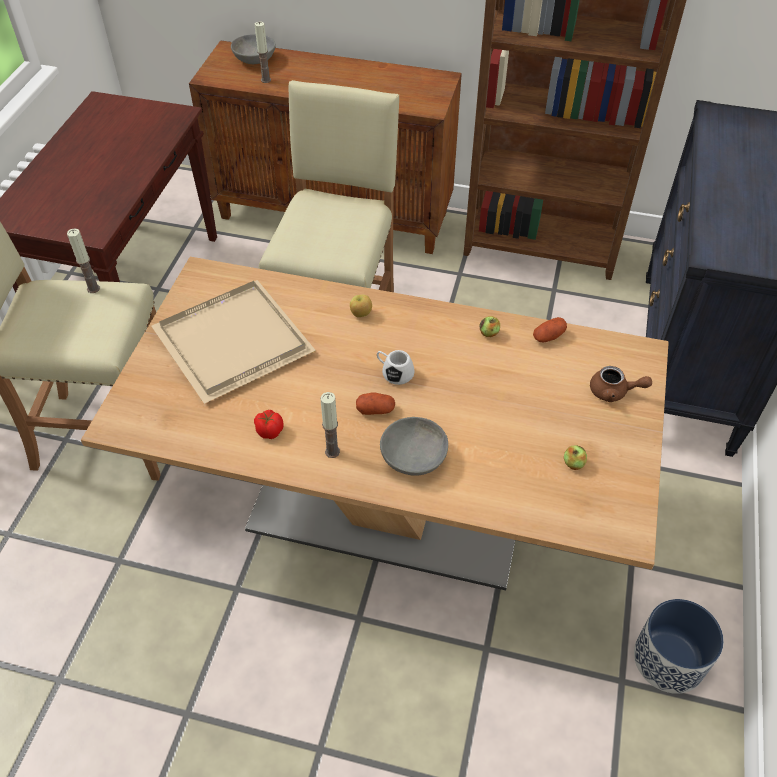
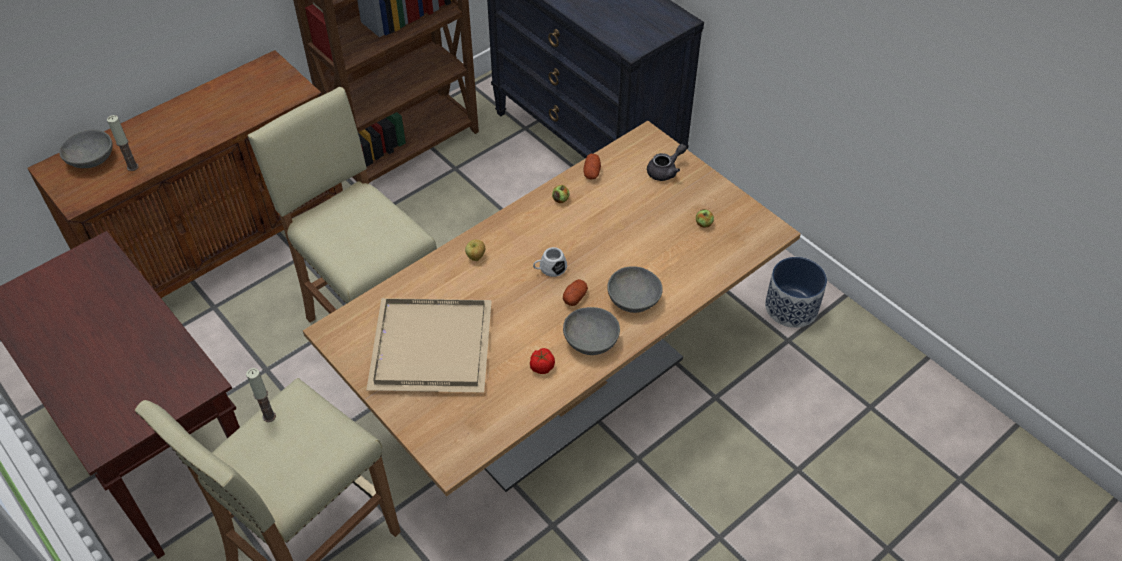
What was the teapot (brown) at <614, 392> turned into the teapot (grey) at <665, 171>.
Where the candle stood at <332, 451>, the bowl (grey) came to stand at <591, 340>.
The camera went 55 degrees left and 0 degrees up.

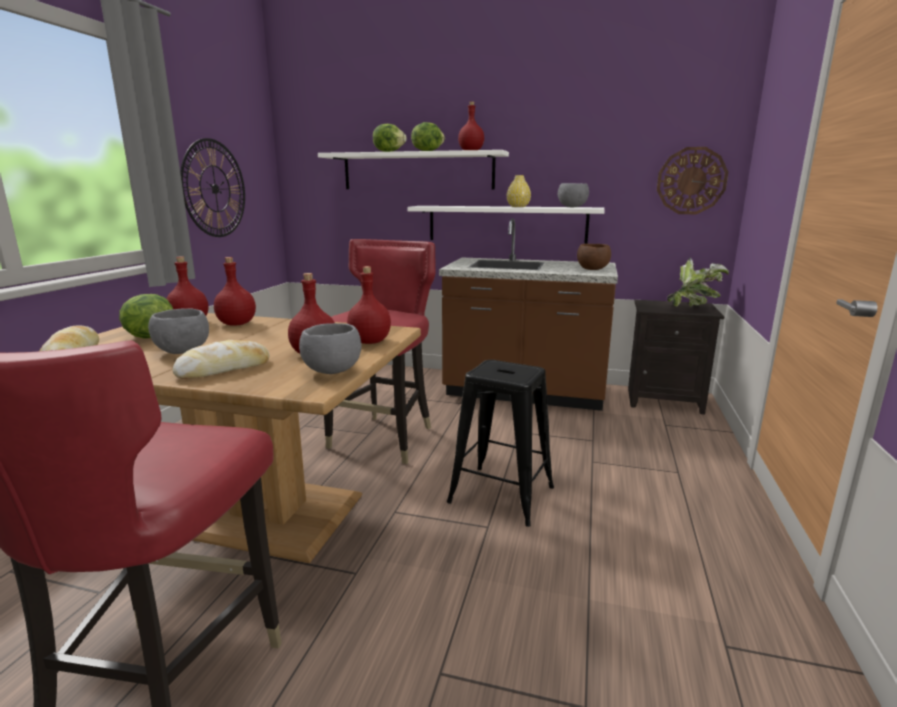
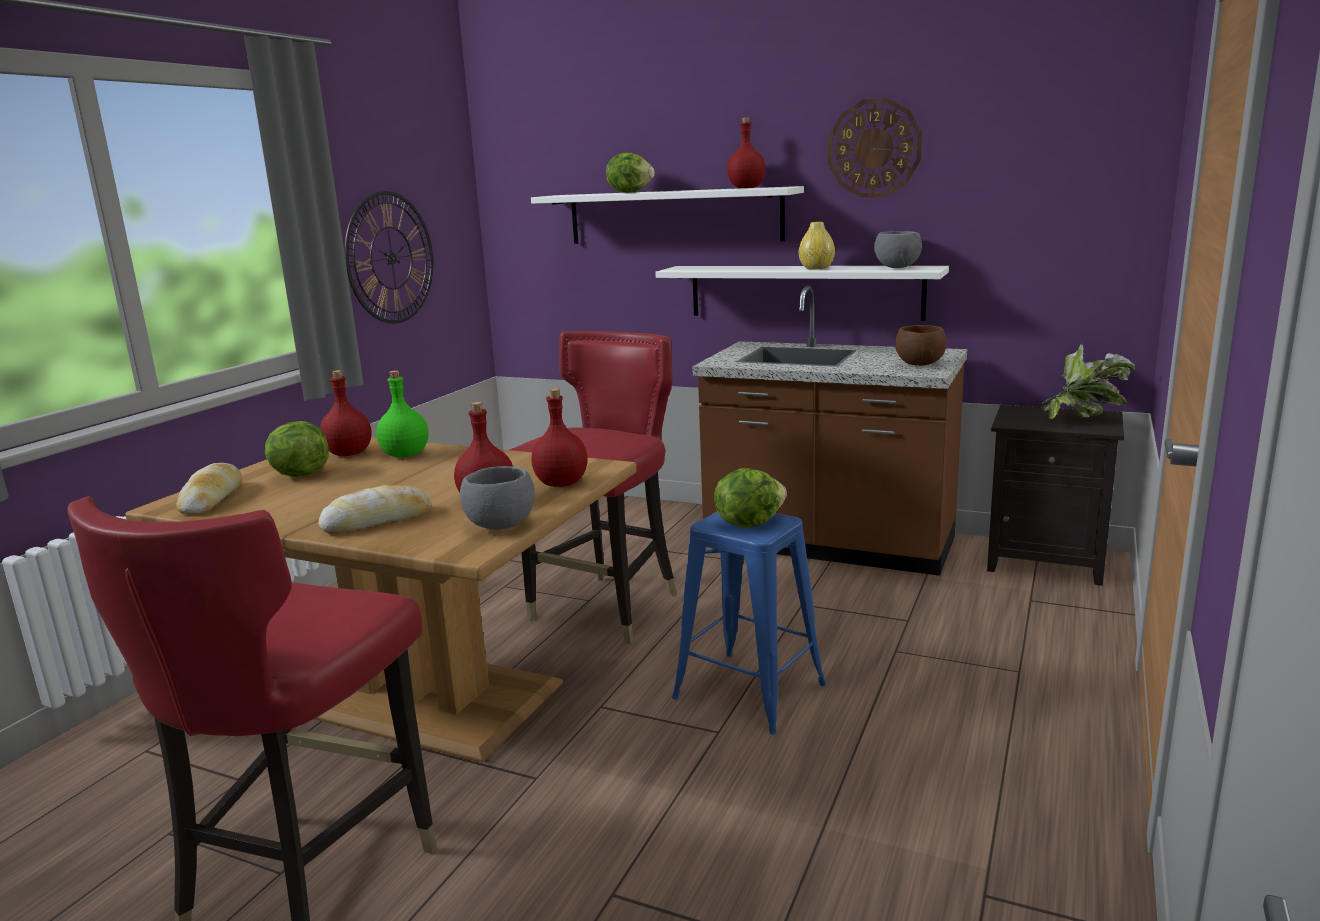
The lettuce ended up elsewhere, having gone from <427, 151> to <748, 523>.
The wall clock ended up elsewhere, having gone from <691, 181> to <874, 148>.
What was the bottle (red) at <236, 324> turned into the bottle (green) at <405, 455>.
The second view lost the bowl (grey) at <183, 351>.
What was the stool (black) at <500, 494> turned into the stool (blue) at <748, 691>.
The camera went 10 degrees right and 0 degrees up.

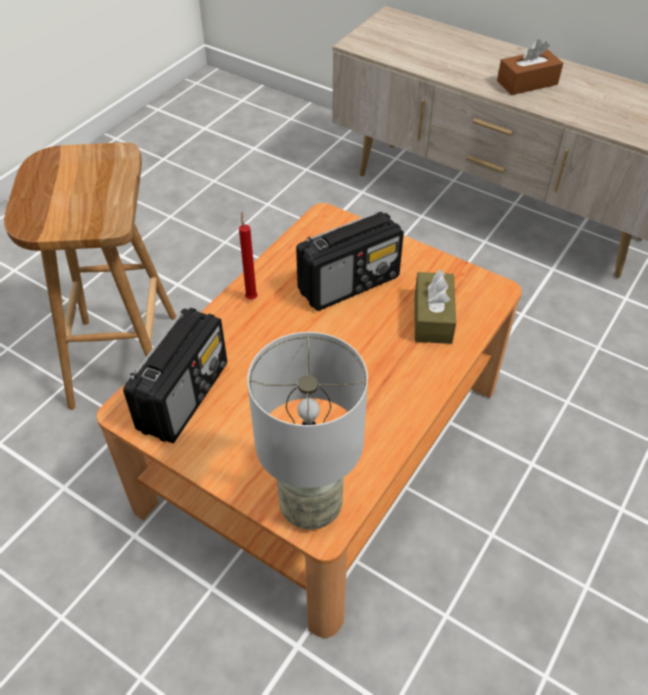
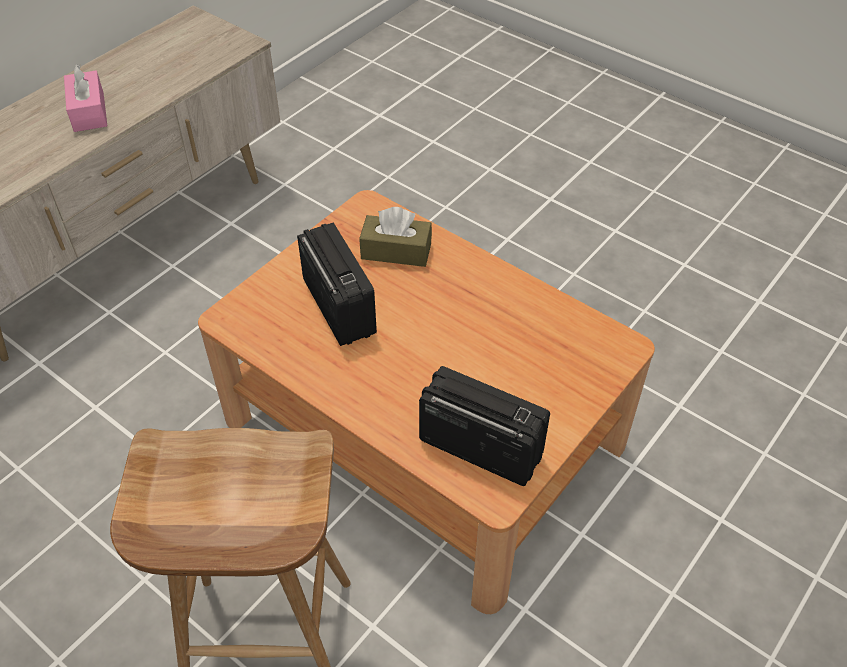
What was the tissue box (brown) at <527, 83> turned into the tissue box (pink) at <89, 112>.
The second view lost the candle (red) at <251, 297>.
The second view lost the table lamp (grey) at <310, 504>.
The camera went 85 degrees left and 0 degrees up.

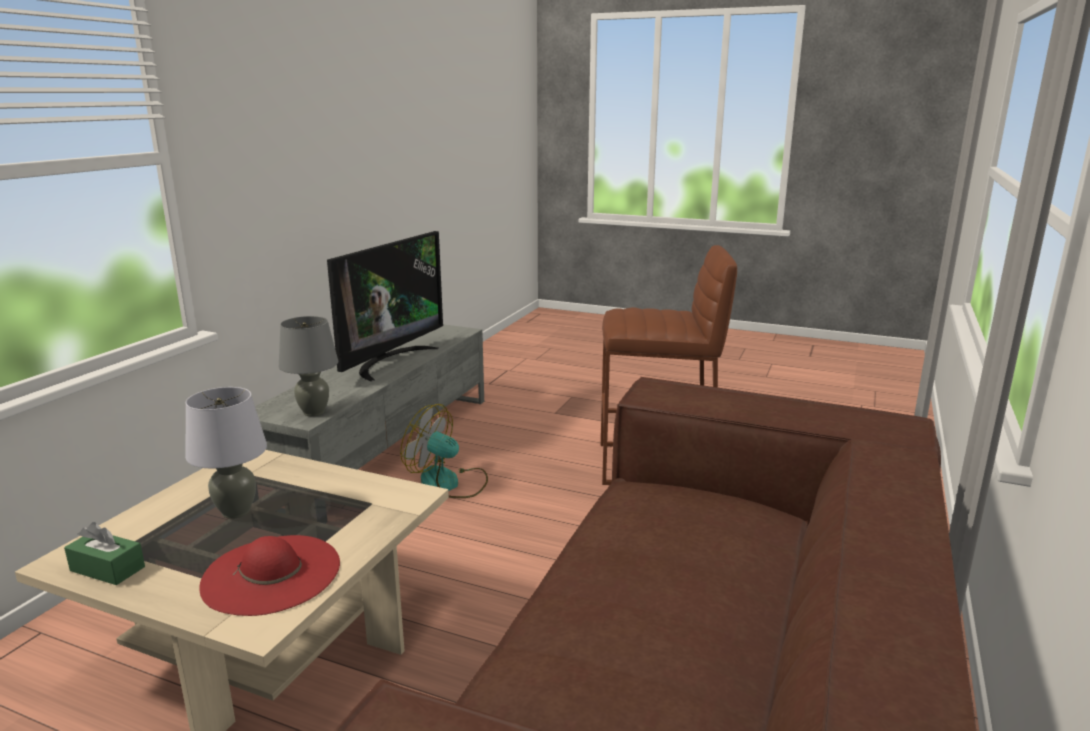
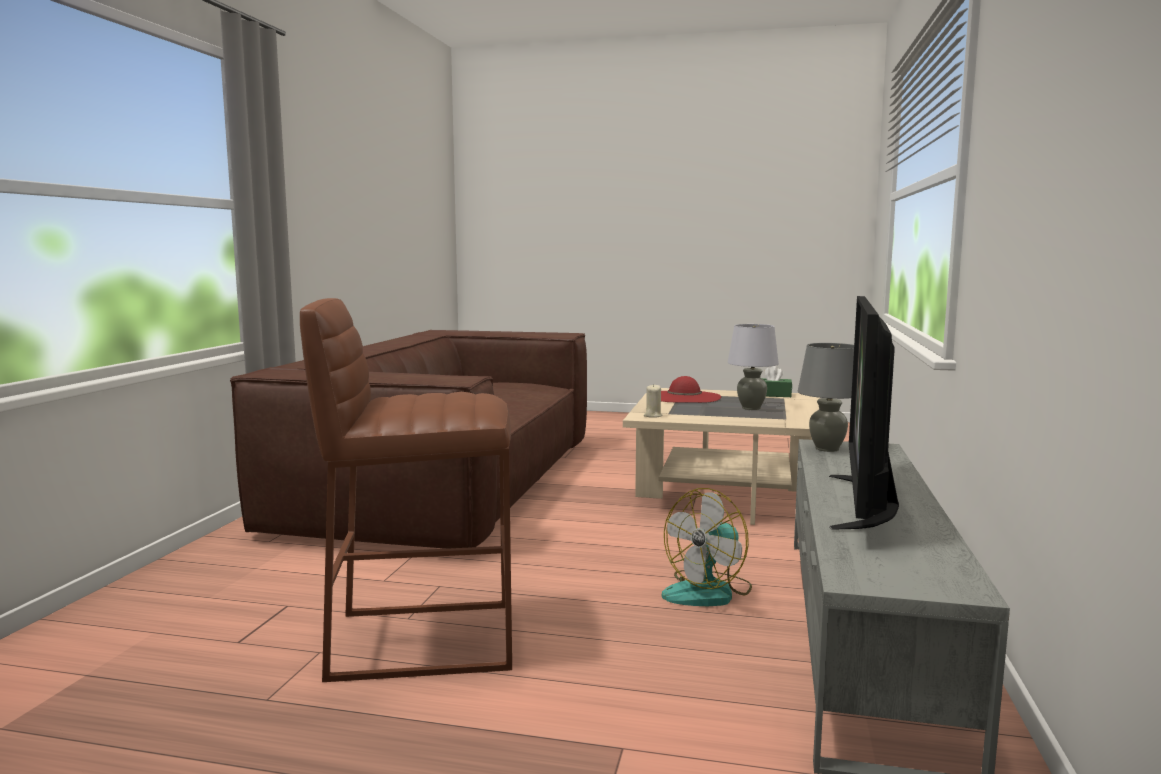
The fan at <448, 483> ended up facing another way, 120 degrees clockwise from before.
The second view gained the candle (beige) at <652, 416>.
The camera went 170 degrees right and 10 degrees down.

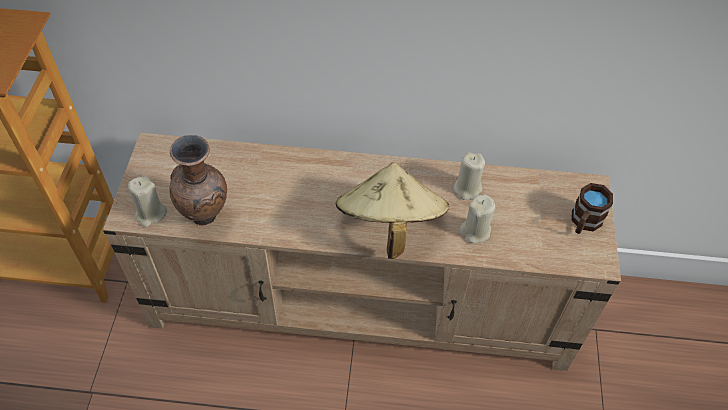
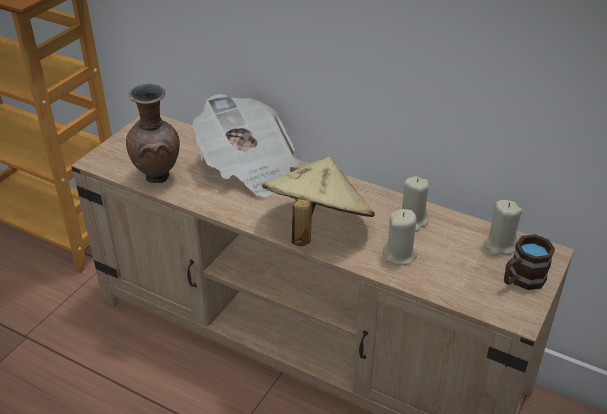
The candle (beige) ended up elsewhere, having gone from <150, 214> to <500, 245>.
The second view gained the newspaper at <248, 167>.
The camera went 25 degrees right and 15 degrees down.

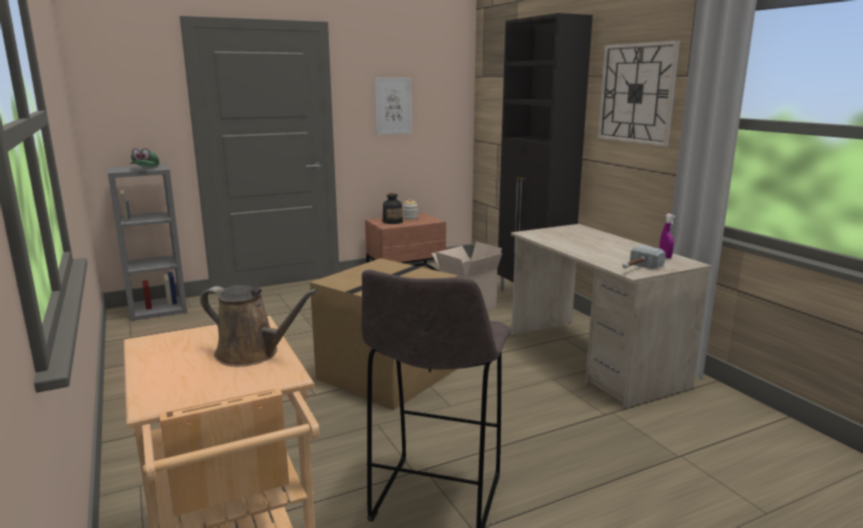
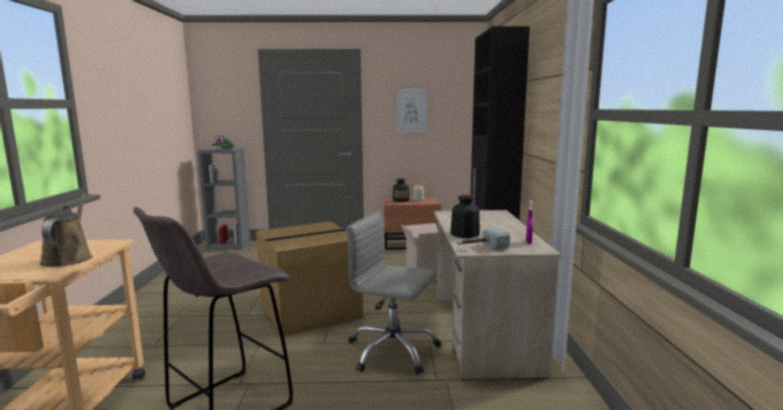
The second view lost the wall clock at <636, 93>.
The watering can (brown) at <252, 354> ended up facing another way, 150 degrees counterclockwise from before.
The second view gained the bottle at <464, 234>.
The second view gained the office chair (grey) at <392, 351>.
The camera went 25 degrees right and 5 degrees down.

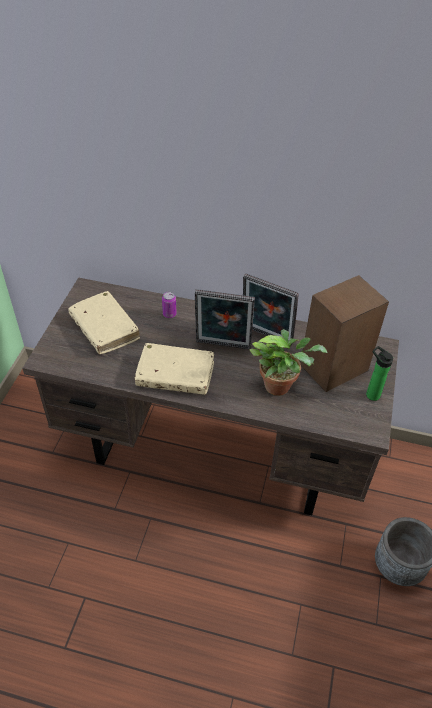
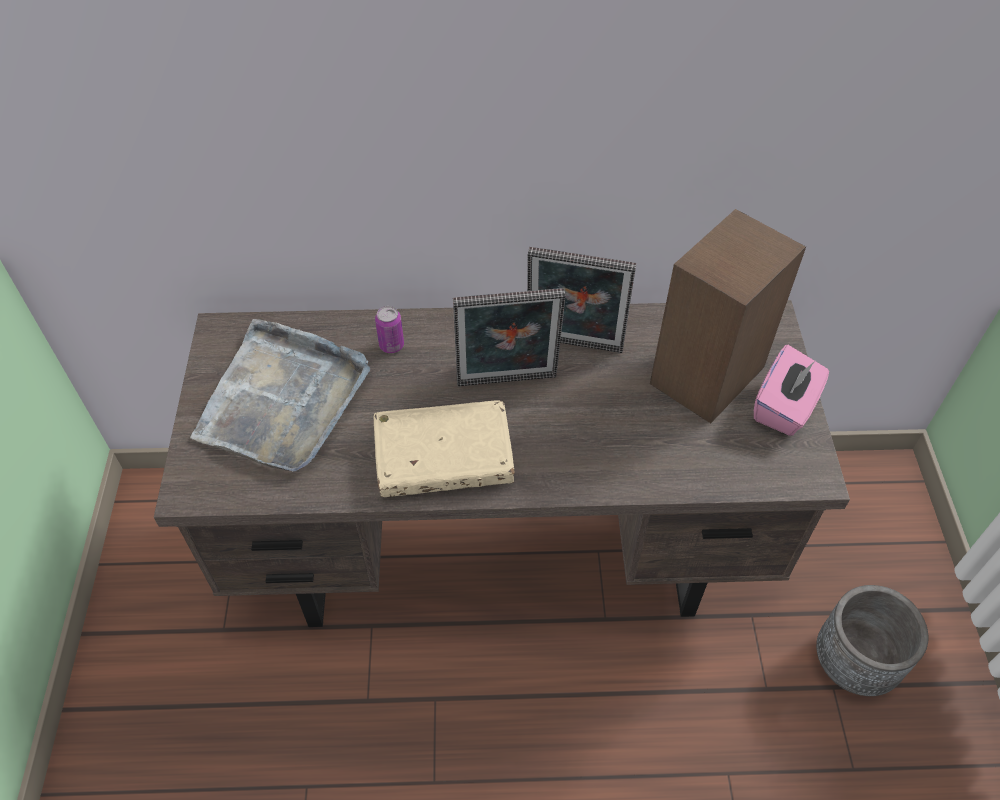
Where the book (beige) stood at <104, 328>, the tray (grey) came to stand at <283, 400>.
The second view lost the potted plant at <281, 385>.
Where the bottle stood at <371, 394>, the tissue box (pink) came to stand at <784, 407>.
The camera went 15 degrees left and 5 degrees up.

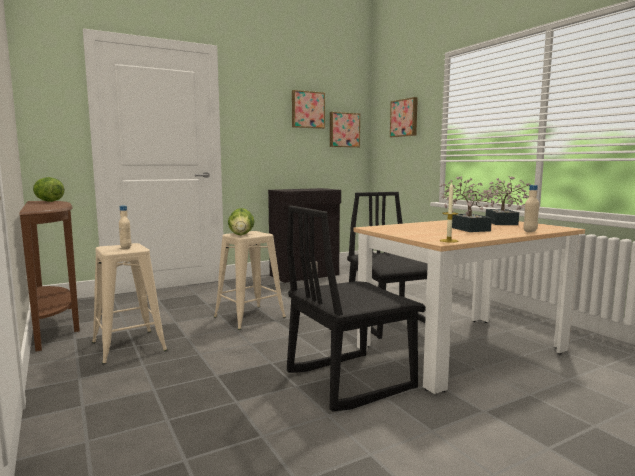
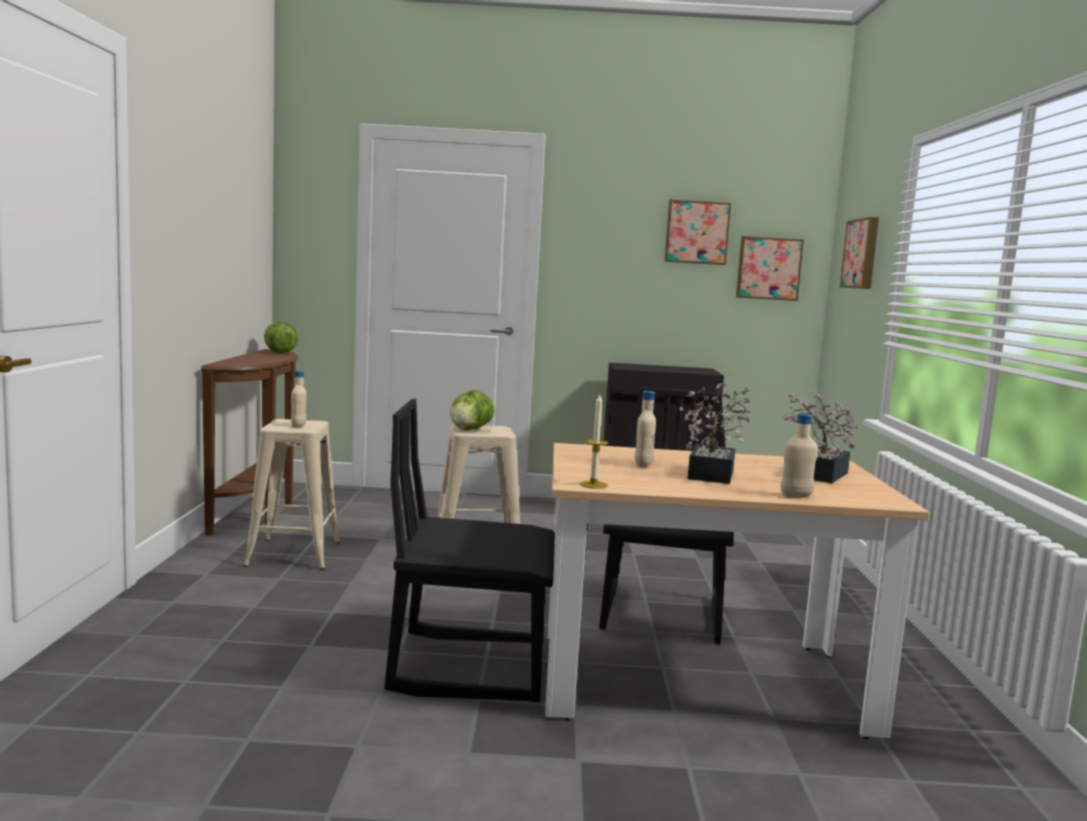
The second view gained the bottle (beige) at <643, 464>.
The camera went 30 degrees right and 0 degrees up.

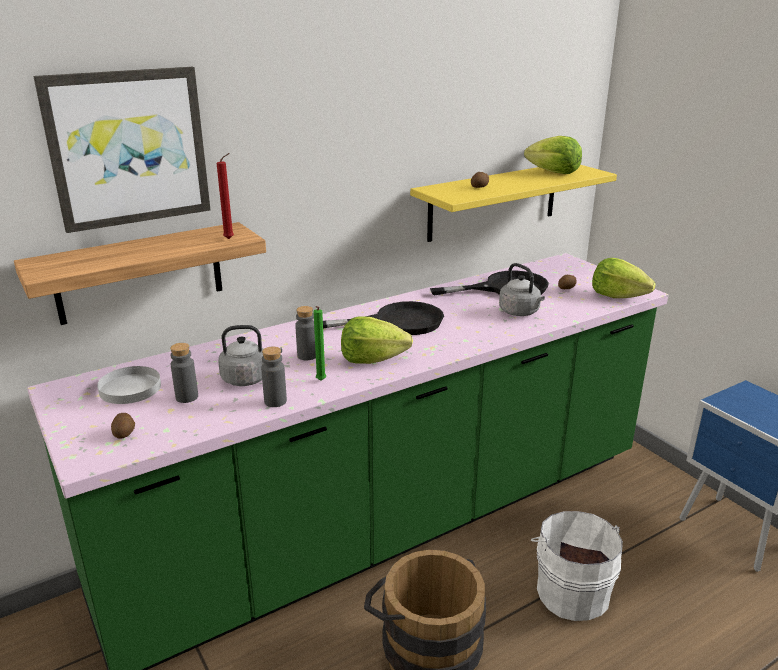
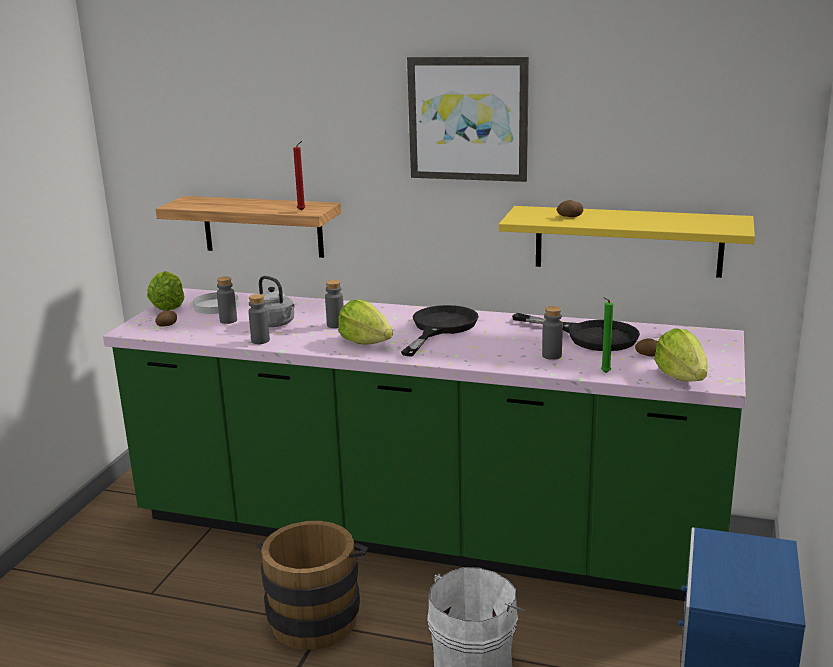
The picture ended up elsewhere, having gone from <128, 148> to <468, 118>.
The lettuce ended up elsewhere, having gone from <553, 172> to <168, 306>.
Where the kettle (grey) stood at <520, 312>, the bottle (grey) came to stand at <551, 356>.
The frying pan (black) at <396, 322> ended up facing another way, 105 degrees counterclockwise from before.
The candle (green) ended up elsewhere, having gone from <320, 381> to <604, 373>.
The camera went 50 degrees right and 5 degrees down.

